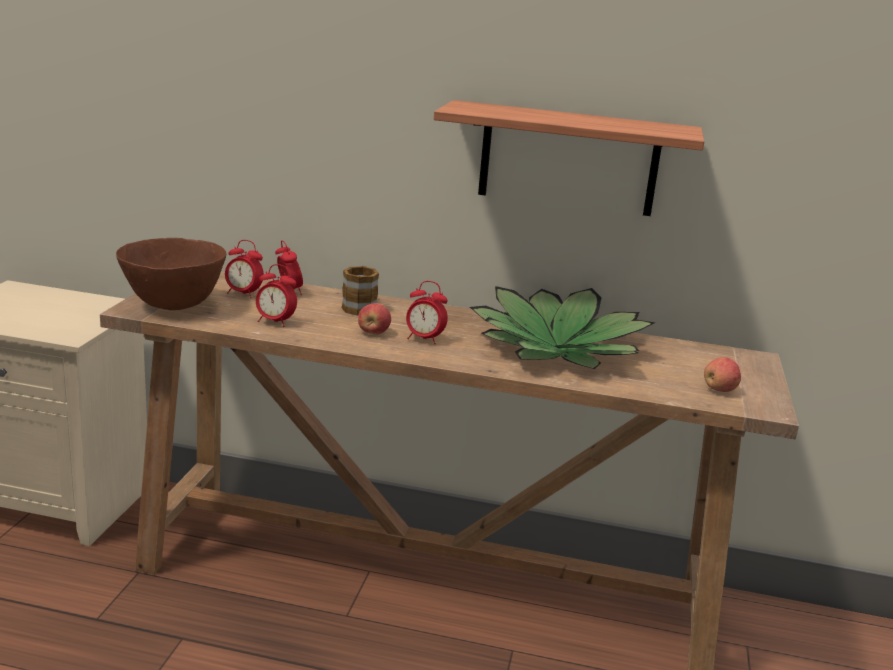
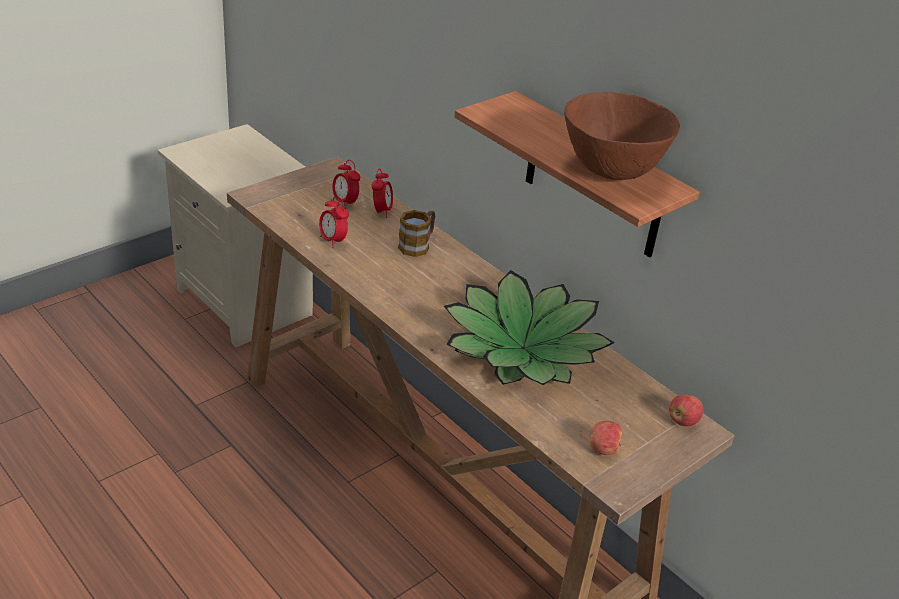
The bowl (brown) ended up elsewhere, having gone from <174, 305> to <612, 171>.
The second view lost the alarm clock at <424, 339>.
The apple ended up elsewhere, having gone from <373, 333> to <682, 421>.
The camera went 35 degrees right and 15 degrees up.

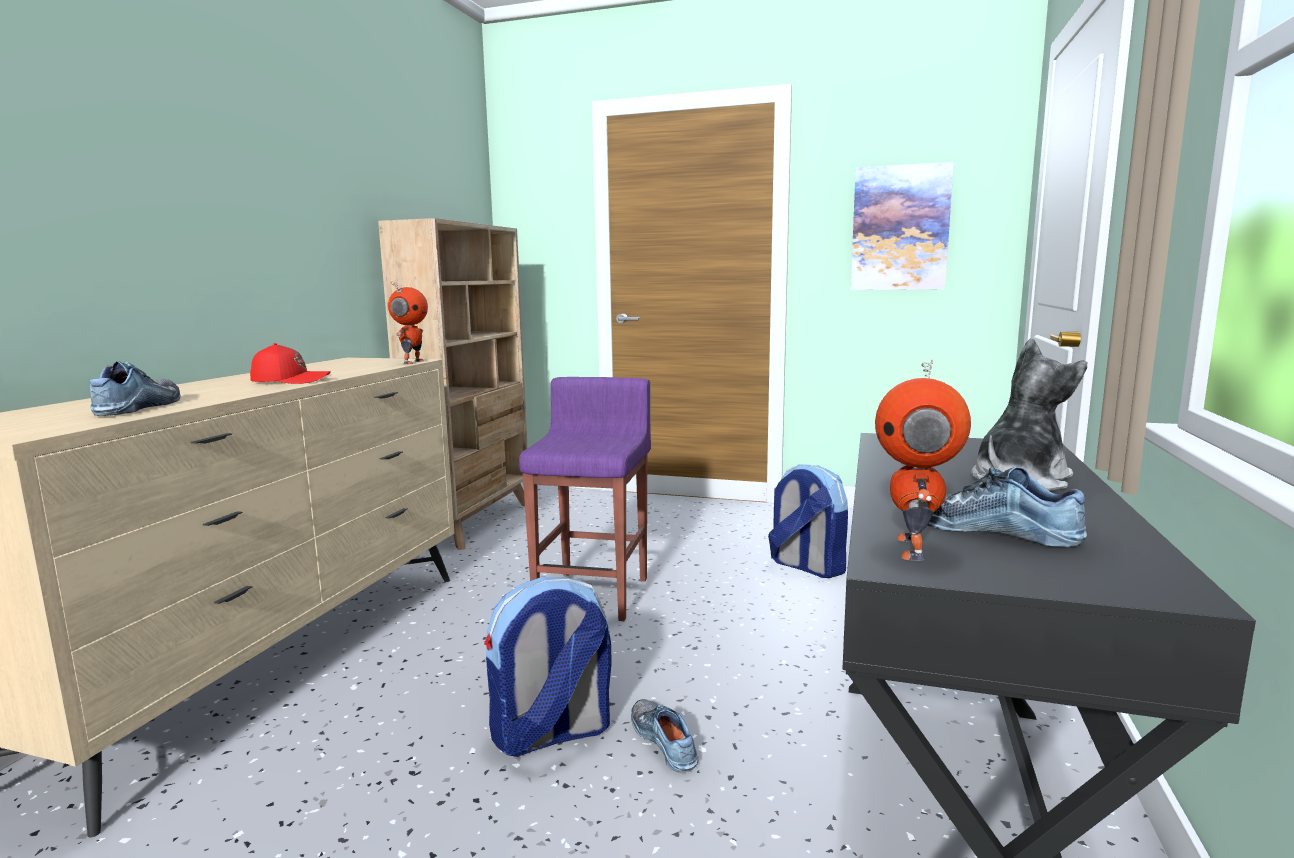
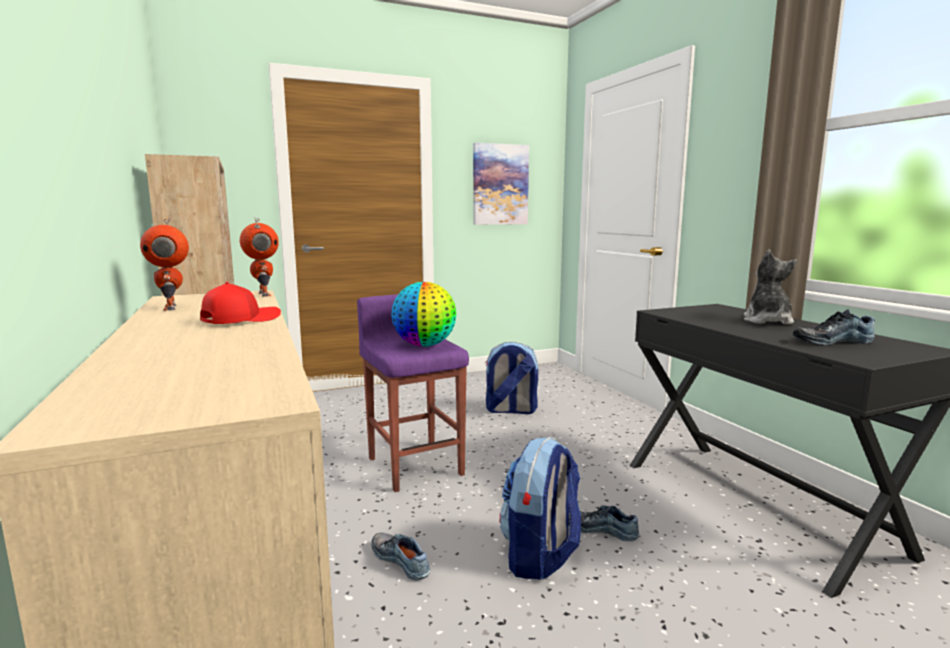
The toy robot ended up elsewhere, having gone from <915, 548> to <172, 307>.
The shoe ended up elsewhere, having gone from <141, 407> to <402, 560>.
The second view gained the globe at <425, 345>.
The camera went 40 degrees left and 0 degrees up.

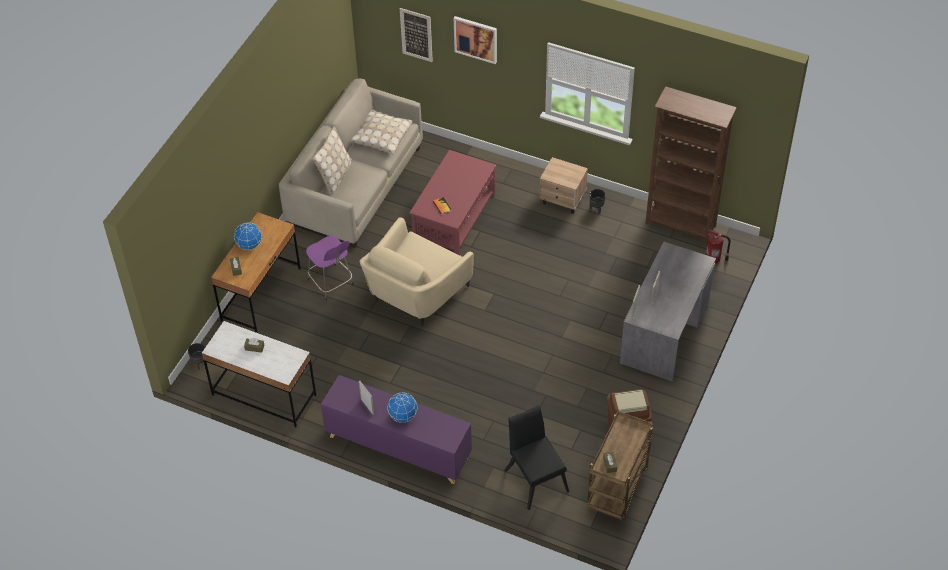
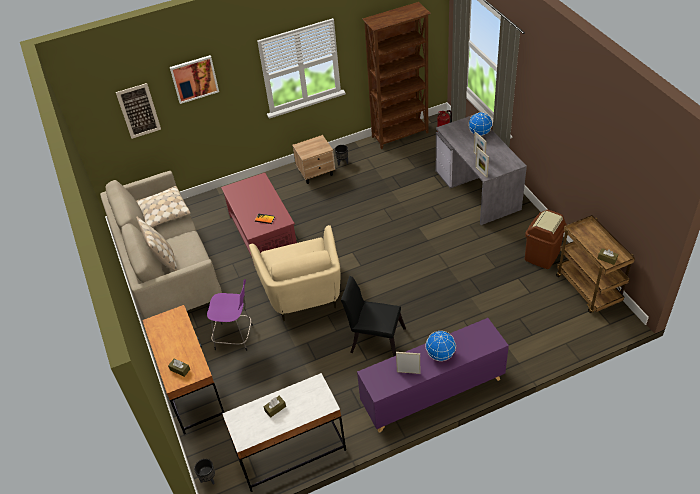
The globe ended up elsewhere, having gone from <249, 245> to <480, 133>.
The chair (black) ended up elsewhere, having gone from <535, 477> to <374, 339>.
The camera went 45 degrees left and 5 degrees down.

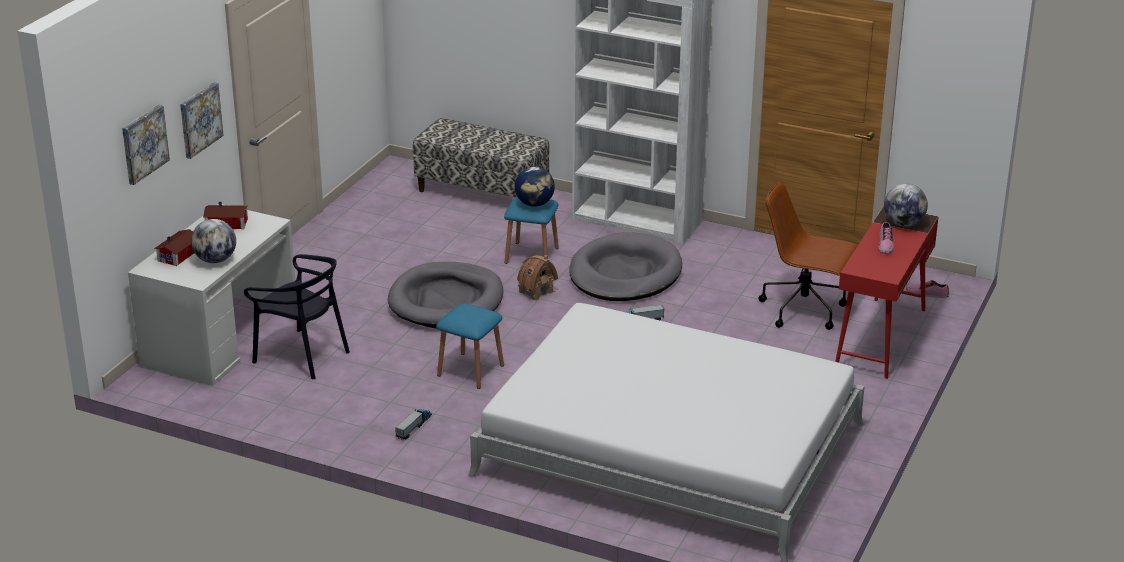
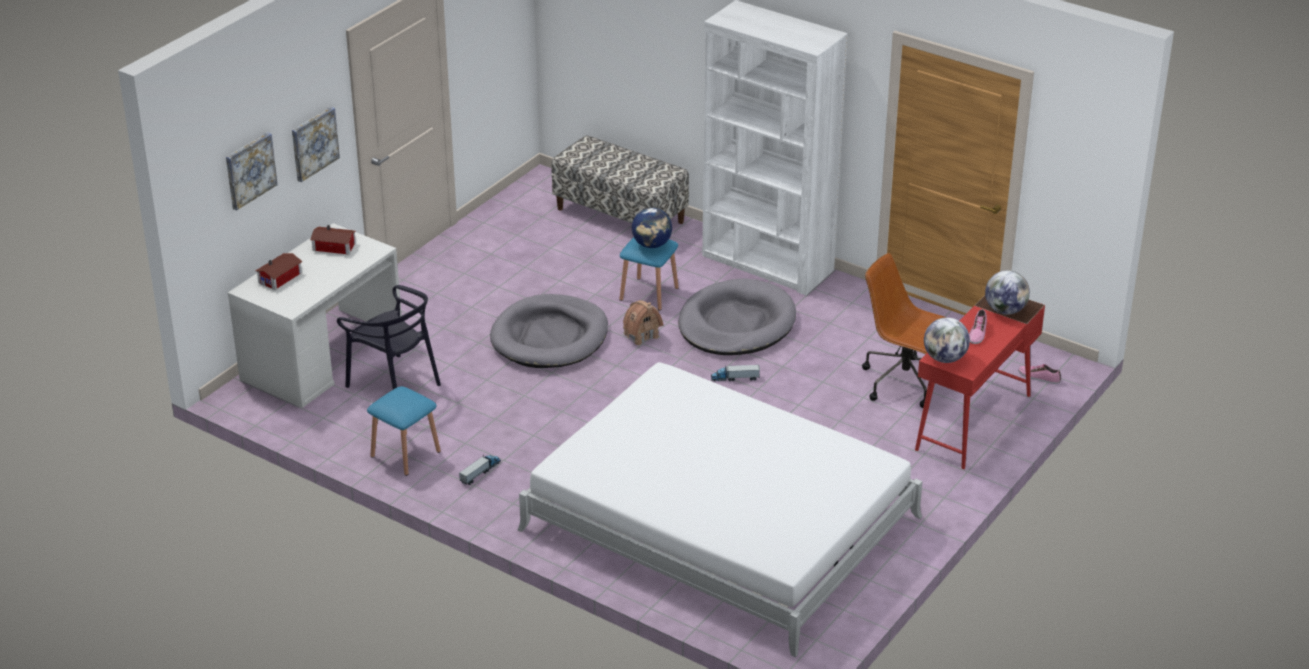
The globe ended up elsewhere, having gone from <215, 260> to <945, 358>.
The stool (blue) ended up elsewhere, having gone from <470, 370> to <405, 454>.
The camera went 10 degrees right and 5 degrees up.

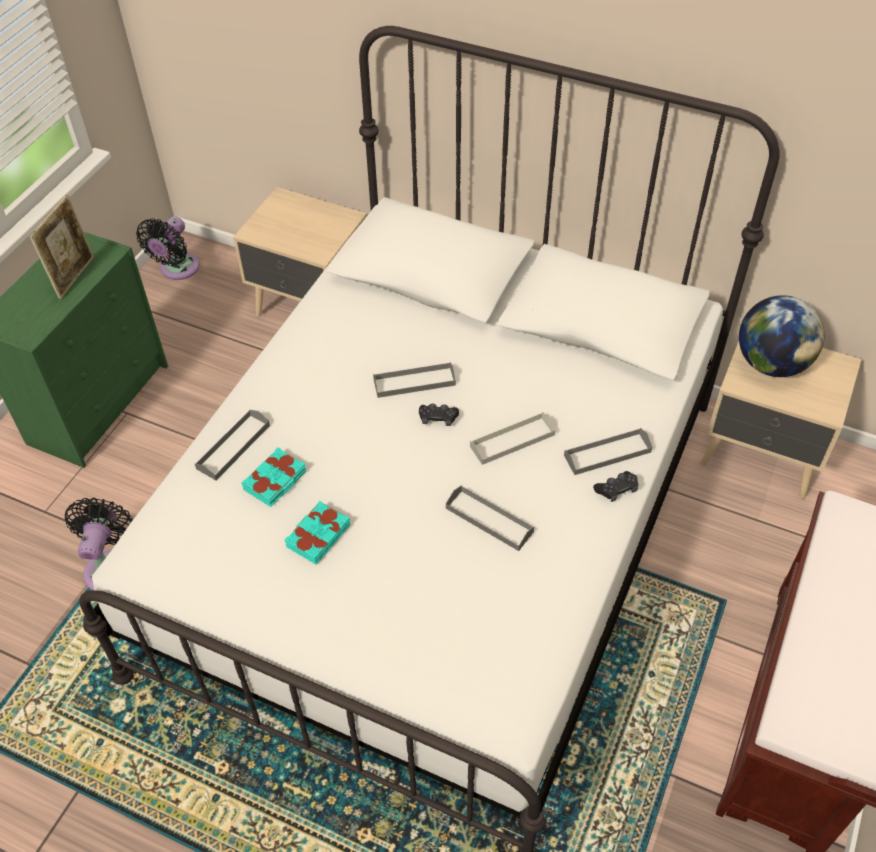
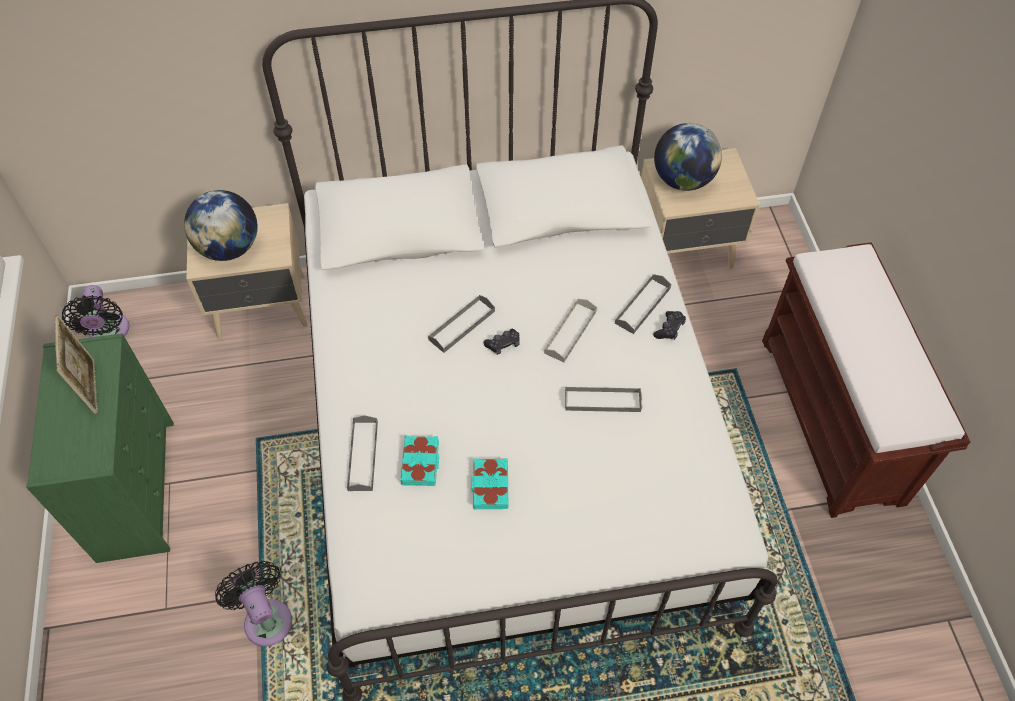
The second view gained the globe at <229, 248>.
The camera went 35 degrees left and 5 degrees up.

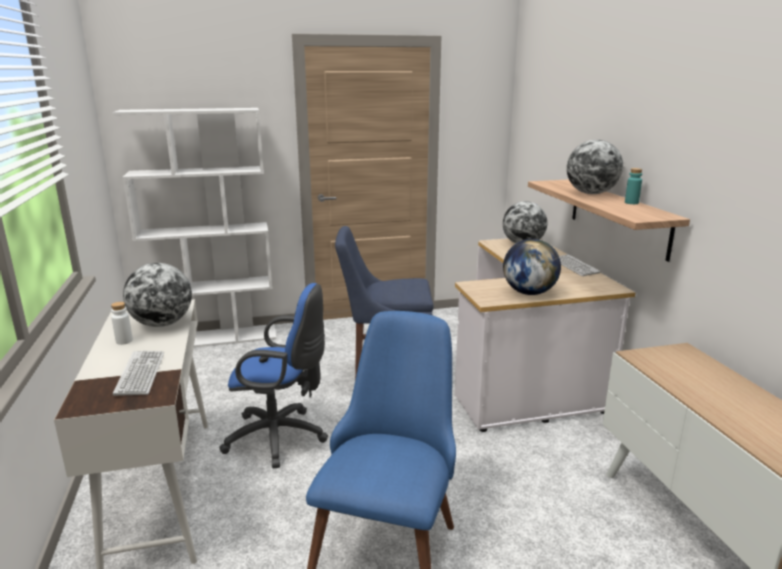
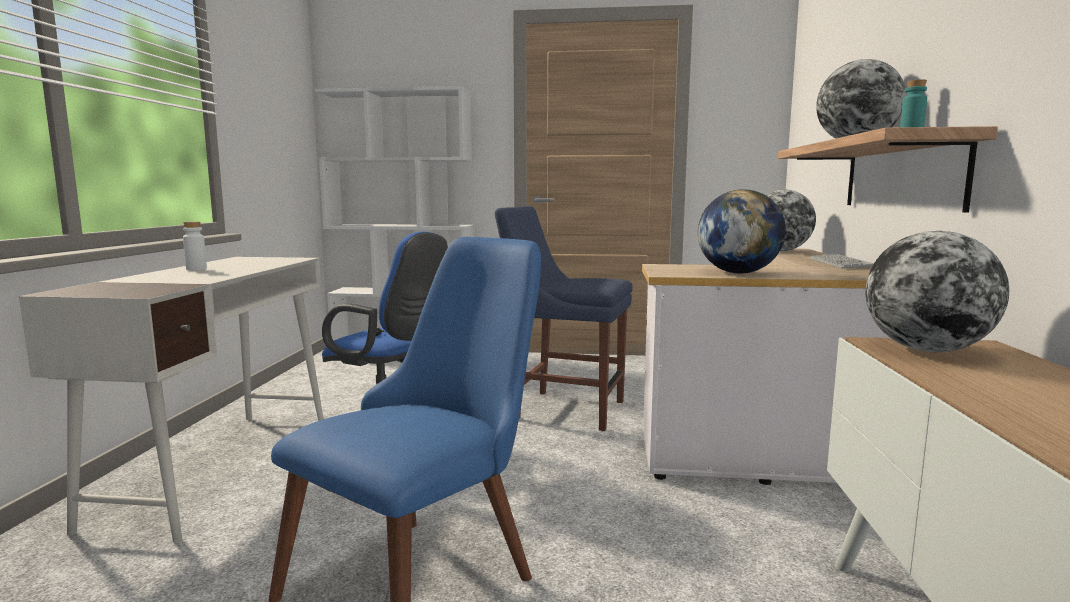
The globe ended up elsewhere, having gone from <162, 324> to <926, 350>.
The second view lost the keyboard at <140, 373>.
The camera went 20 degrees right and 10 degrees down.

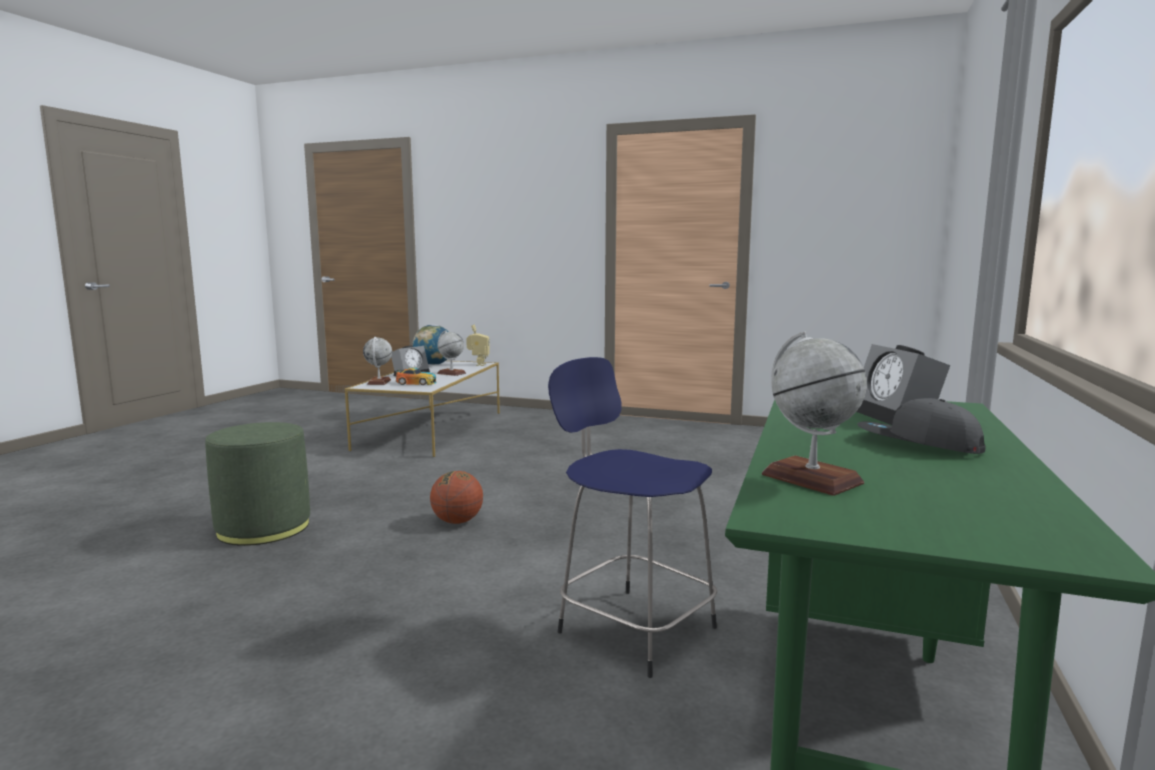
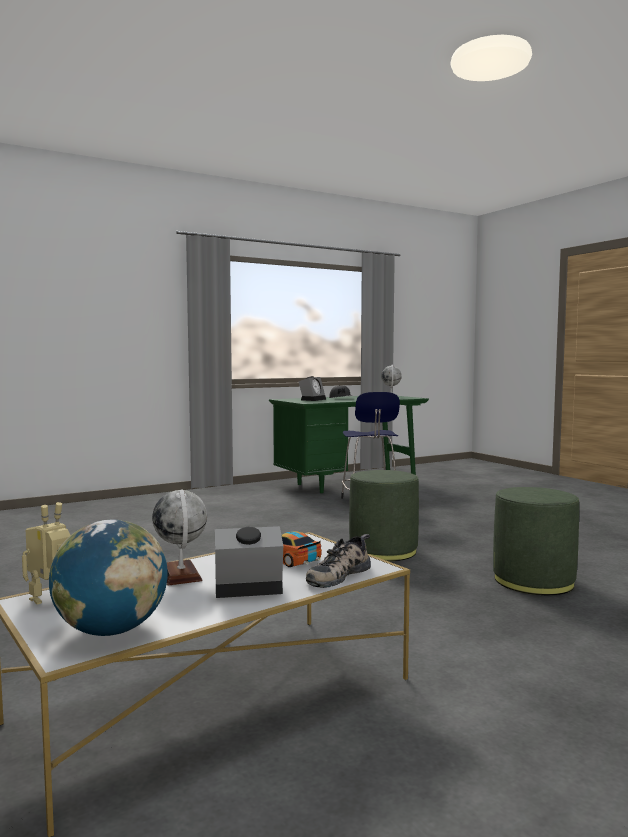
Where the globe stood at <379, 382>, the shoe came to stand at <338, 574>.
Where the basketball stood at <457, 521>, the ottoman (green) came to stand at <383, 550>.
The camera went 140 degrees left and 5 degrees down.

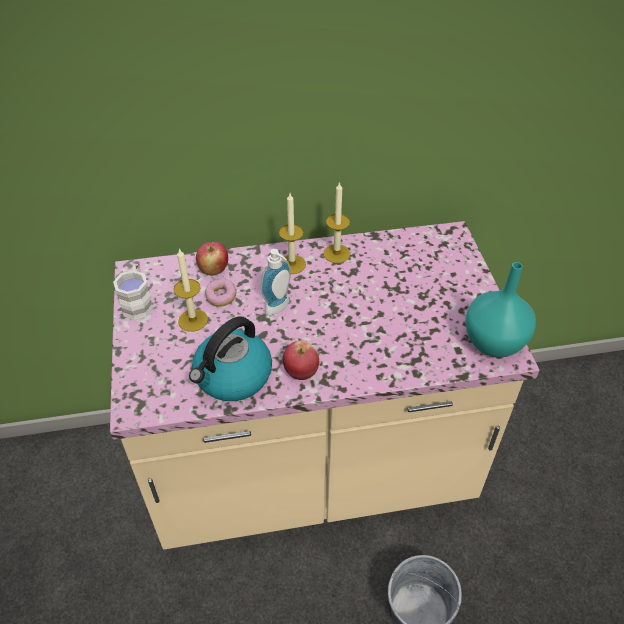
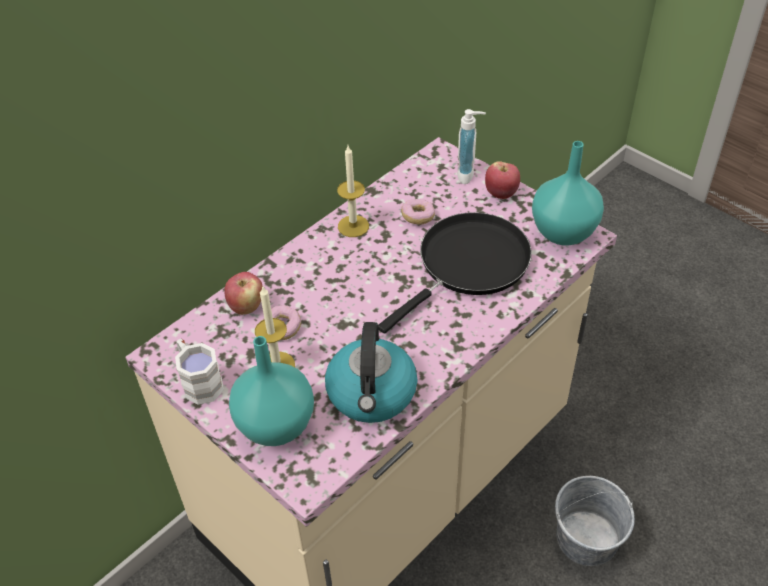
The second view lost the candle at <292, 264>.
The soap dispenser ended up elsewhere, having gone from <280, 308> to <469, 174>.
The apple ended up elsewhere, having gone from <301, 372> to <501, 194>.
The second view gained the donut at <418, 217>.
The second view gained the frying pan (black) at <468, 265>.
The second view gained the vase (turquoise) at <278, 425>.
The camera went 35 degrees left and 0 degrees up.

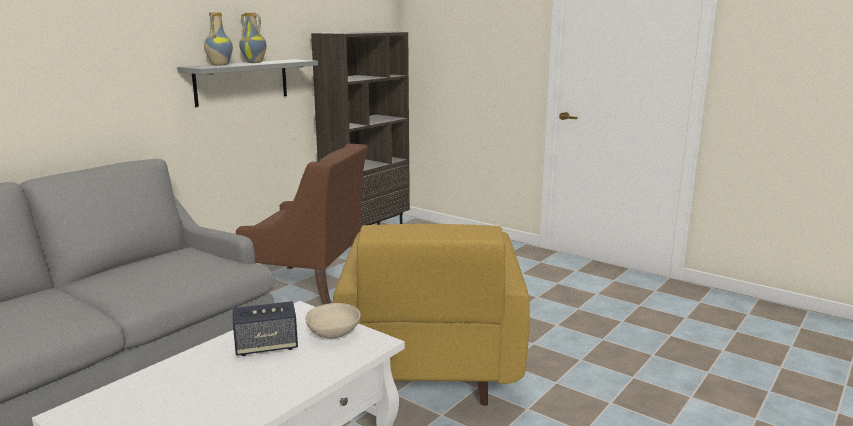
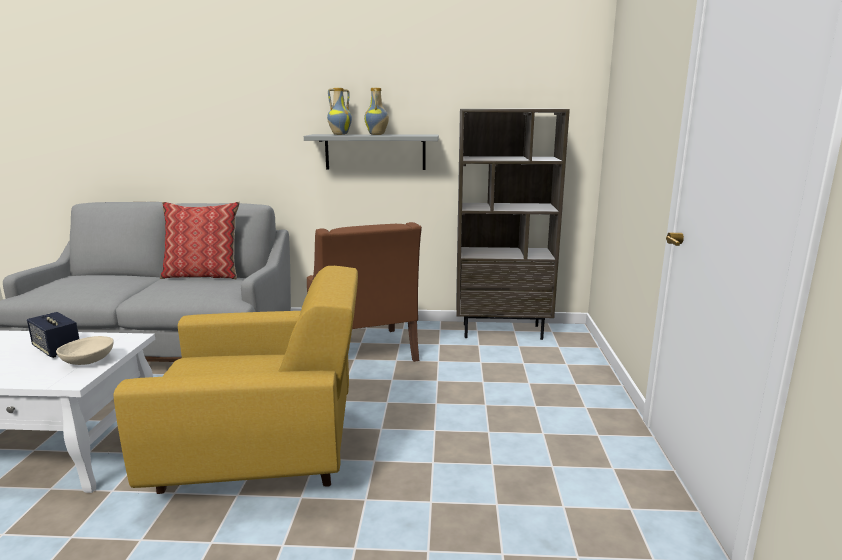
The armchair (yellow) at <430, 366> ended up facing another way, 150 degrees counterclockwise from before.
The second view gained the pillow at <203, 275>.
The camera went 55 degrees right and 0 degrees up.

